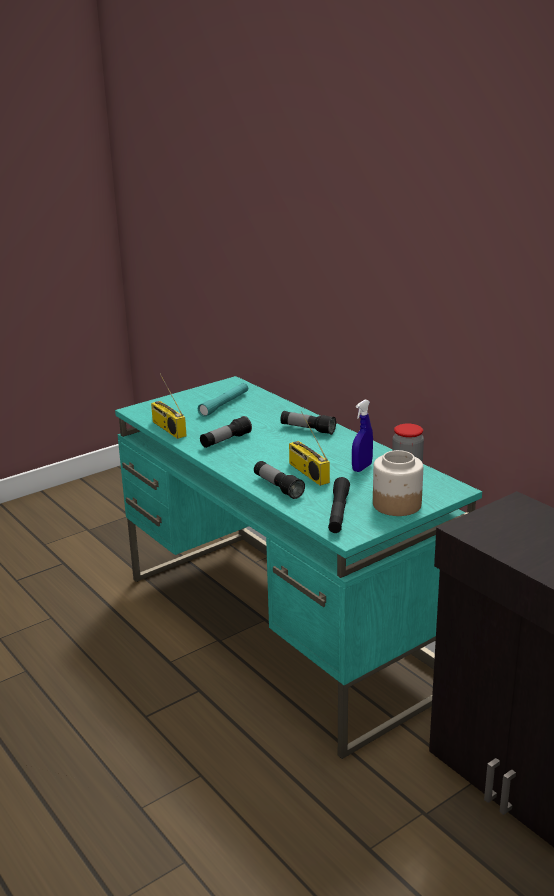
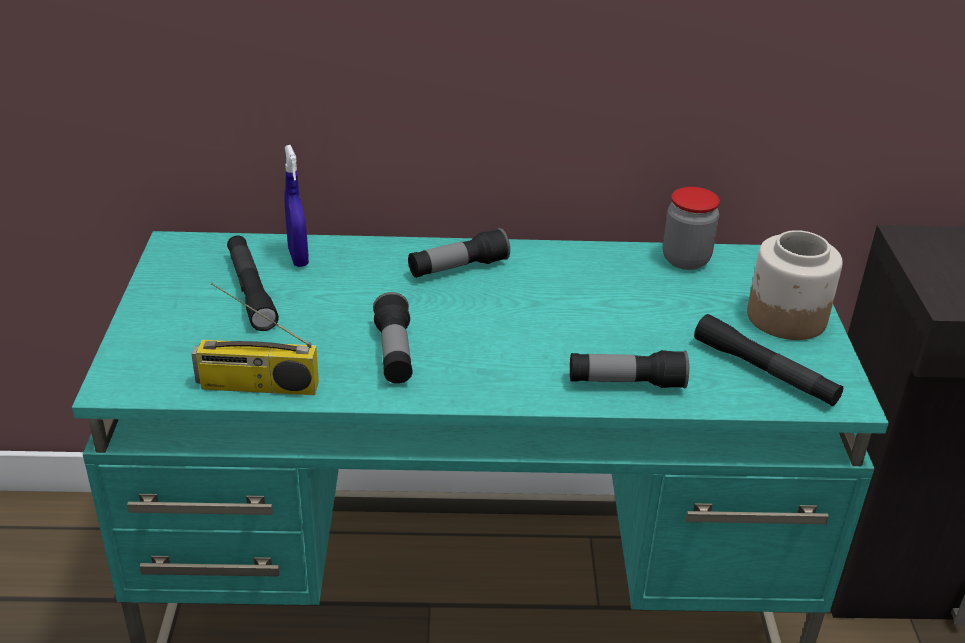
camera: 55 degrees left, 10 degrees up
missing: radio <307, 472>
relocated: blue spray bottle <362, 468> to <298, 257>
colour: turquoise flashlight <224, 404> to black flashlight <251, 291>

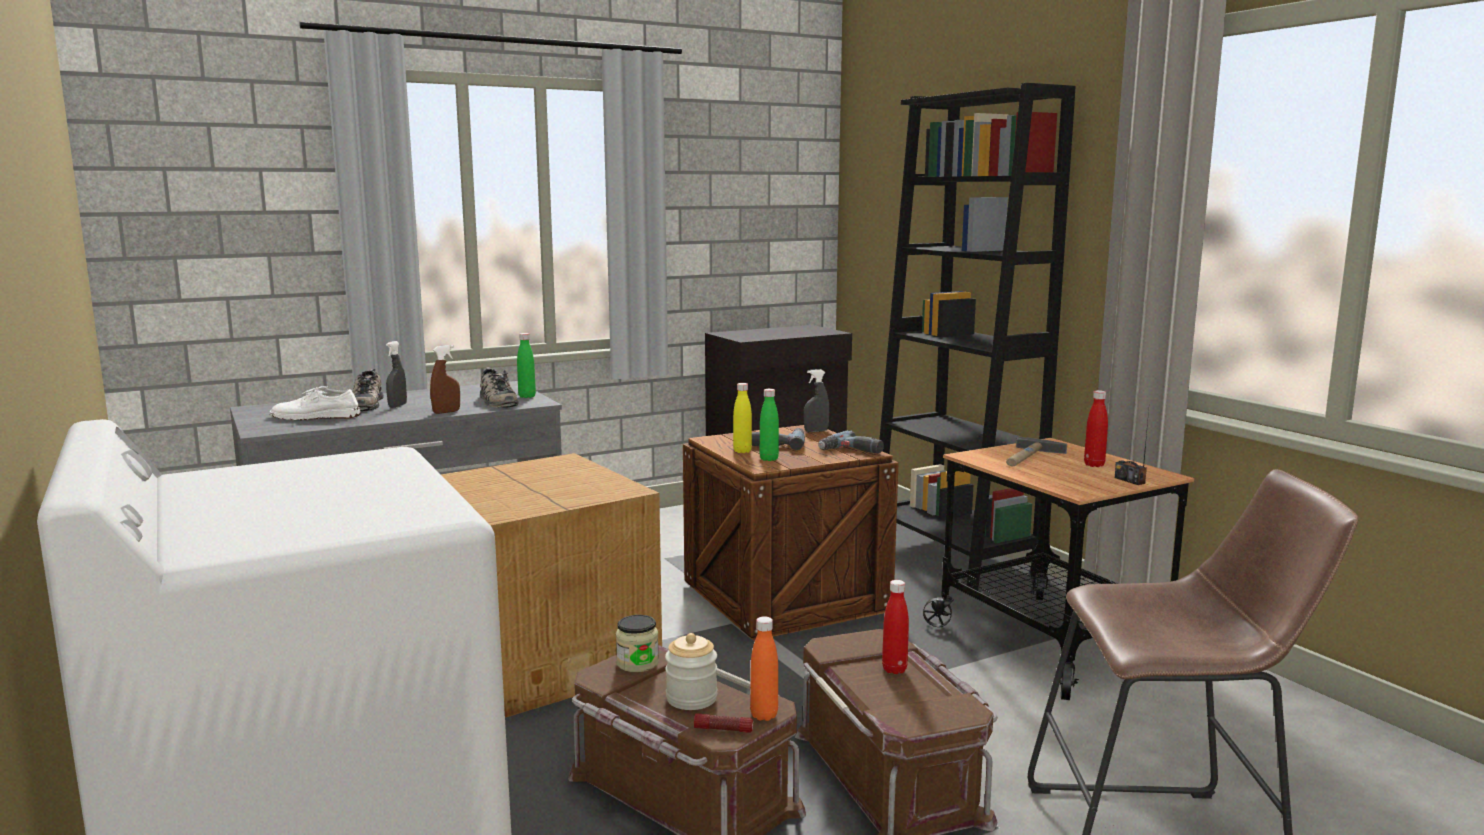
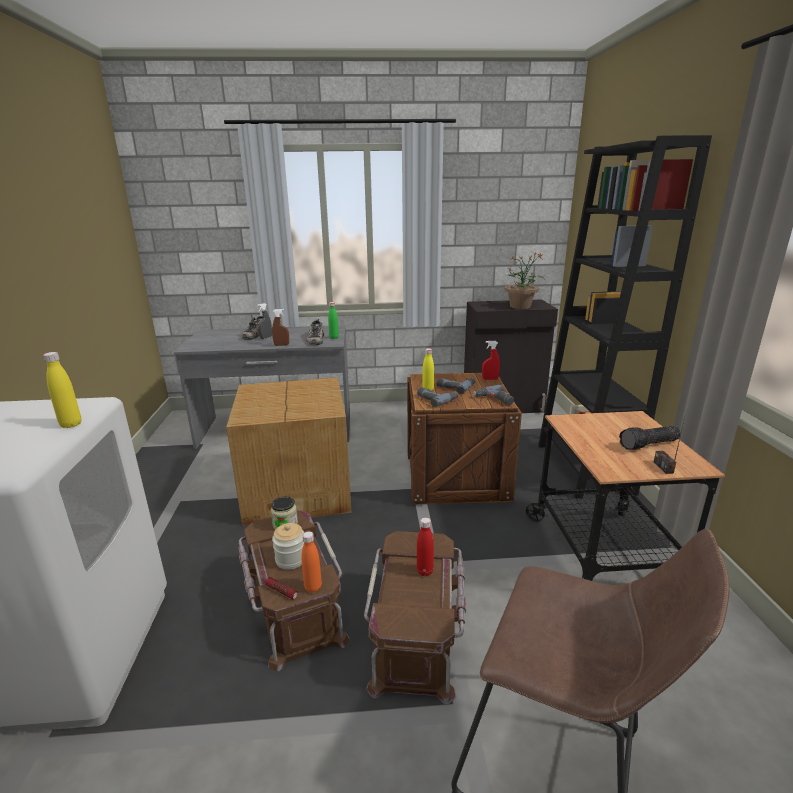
camera: 25 degrees right, 10 degrees up
missing: white shoe <315, 417>; hammer <1029, 458>
appeared: yellow bottle <71, 424>; potted plant <520, 306>
exchanged: green bottle <769, 459> to power drill <436, 399>; red bottle <1094, 465> to flashlight <649, 445>
colour: grey spray bottle <816, 431> to red spray bottle <490, 379>

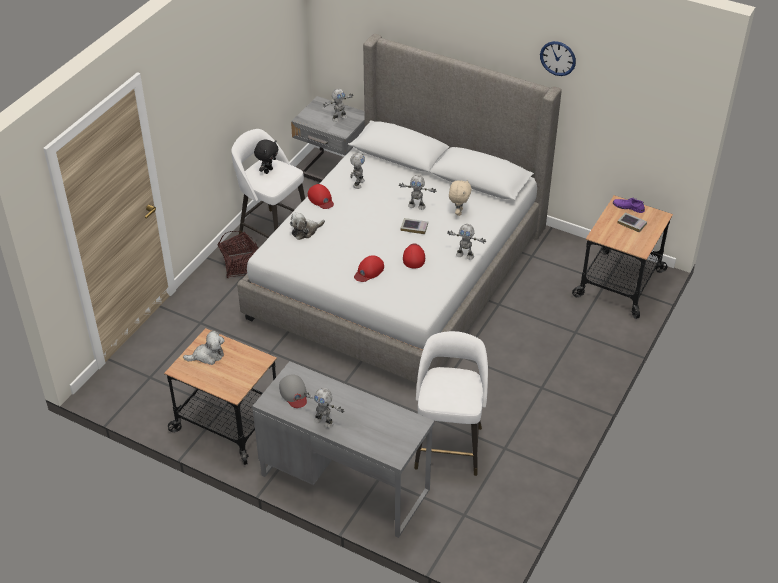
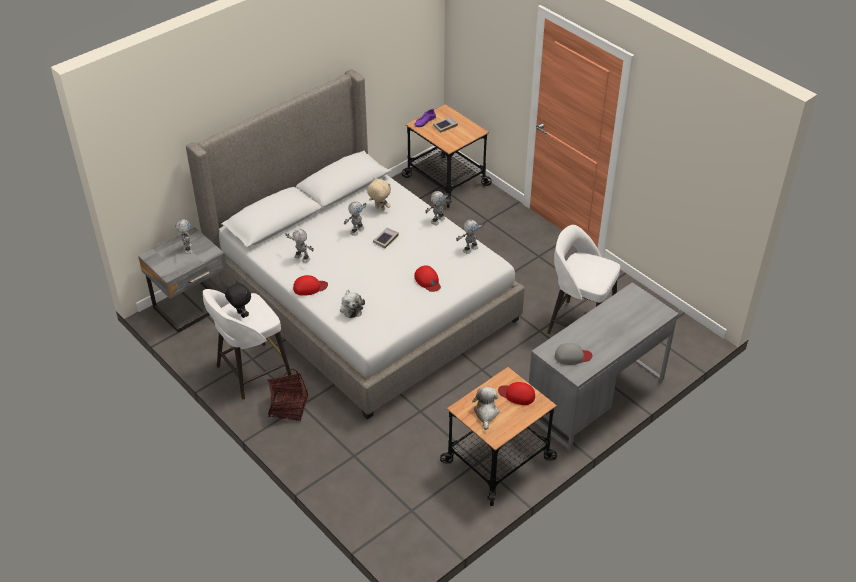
camera: 70 degrees left, 0 degrees up
missing: wall clock <558, 58>
relocated: toy robot <324, 421> to <470, 249>; red cap <414, 257> to <517, 394>

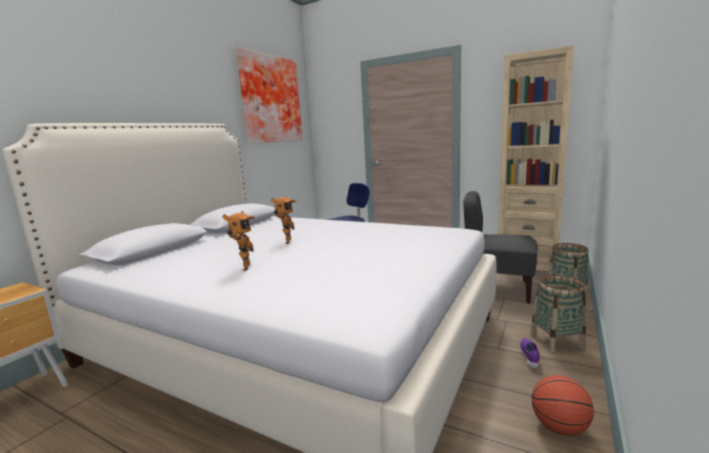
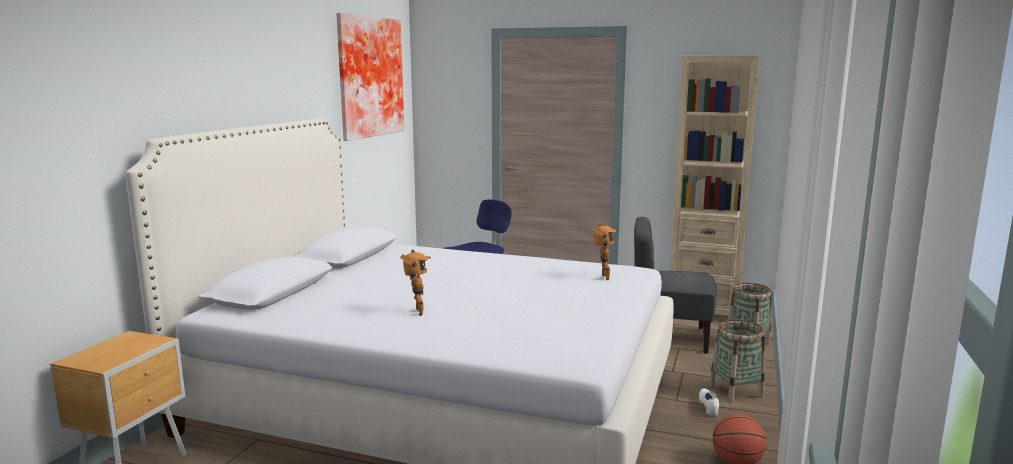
camera: 10 degrees left, 0 degrees up
relocated: toy robot <286, 242> to <603, 277>
colour: purple shoe <530, 357> to white shoe <709, 407>

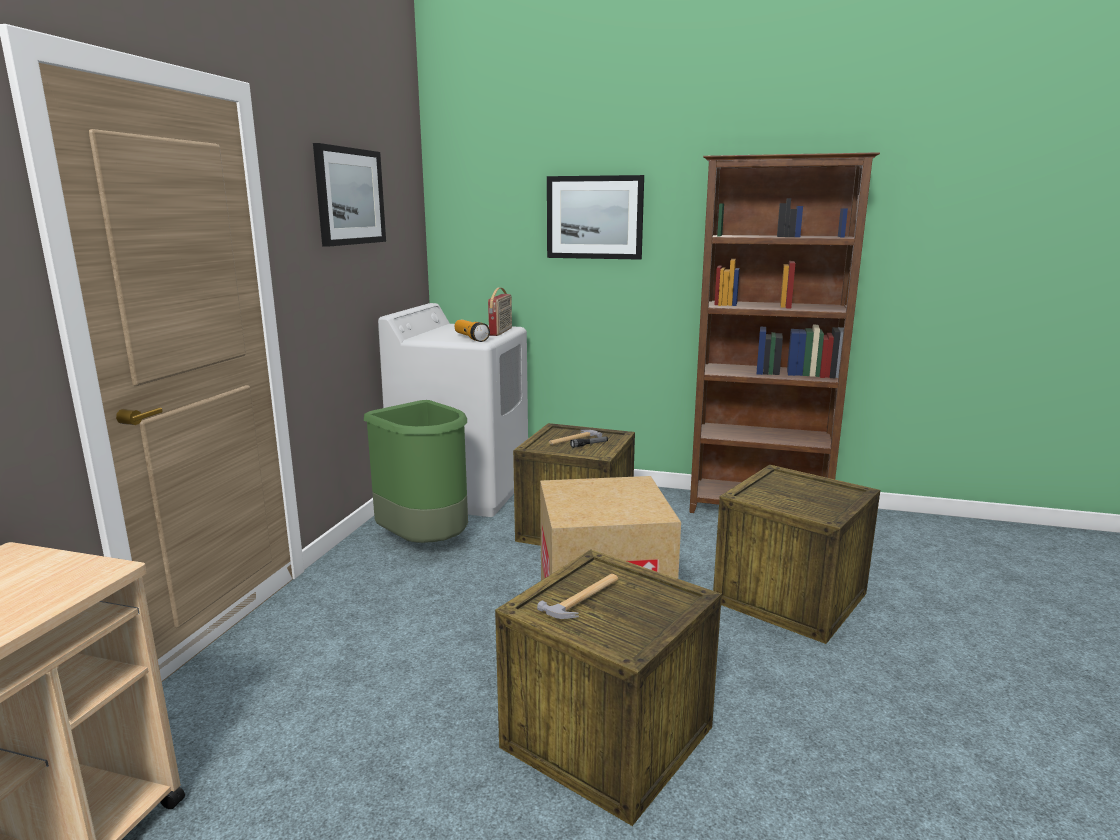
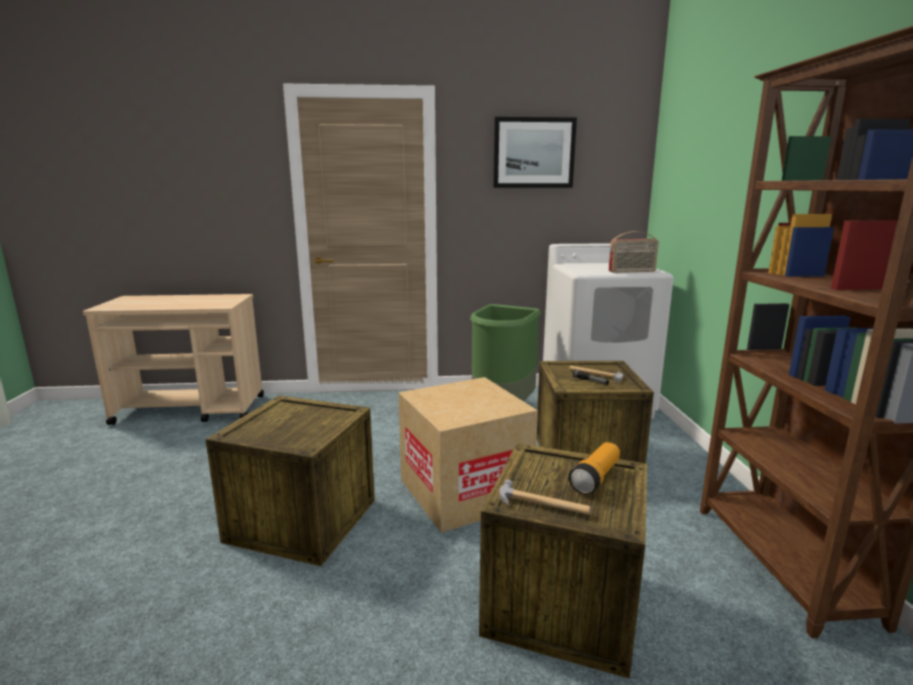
camera: 70 degrees right, 0 degrees up
missing: picture <594, 217>
relocated: hammer <584, 598> to <542, 504>; flashlight <471, 338> to <595, 478>

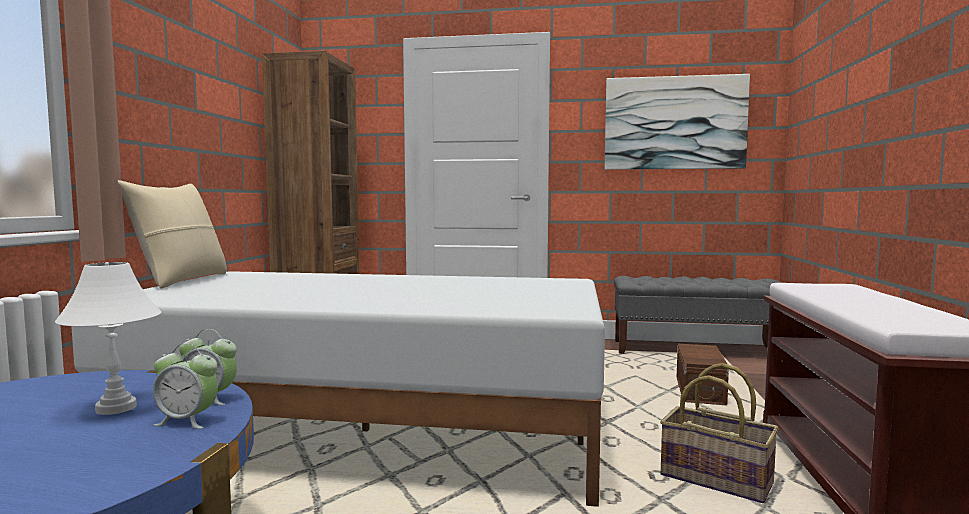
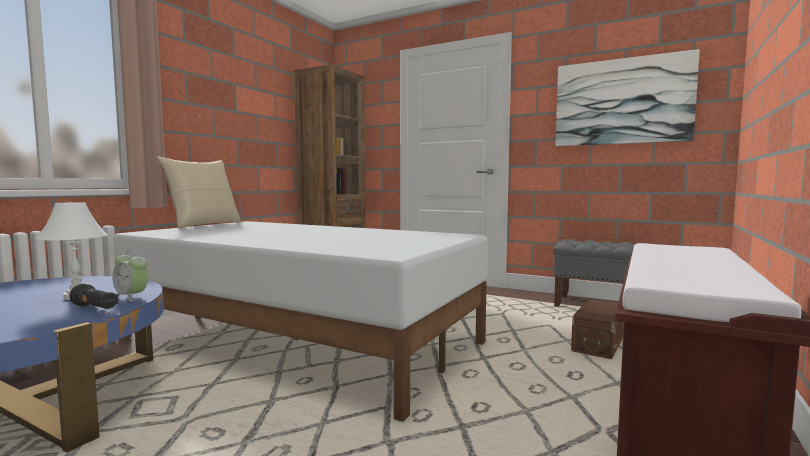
camera: 20 degrees right, 0 degrees up
missing: basket <717, 479>
exchanged: alarm clock <187, 421> to black flashlight <95, 308>

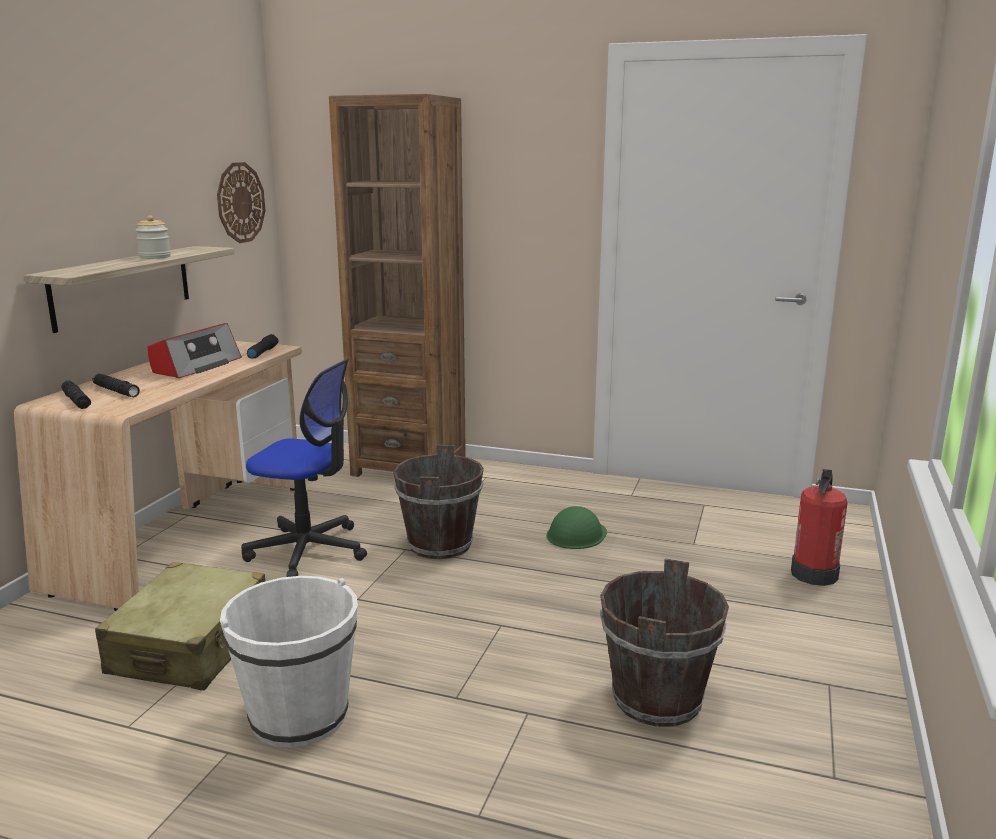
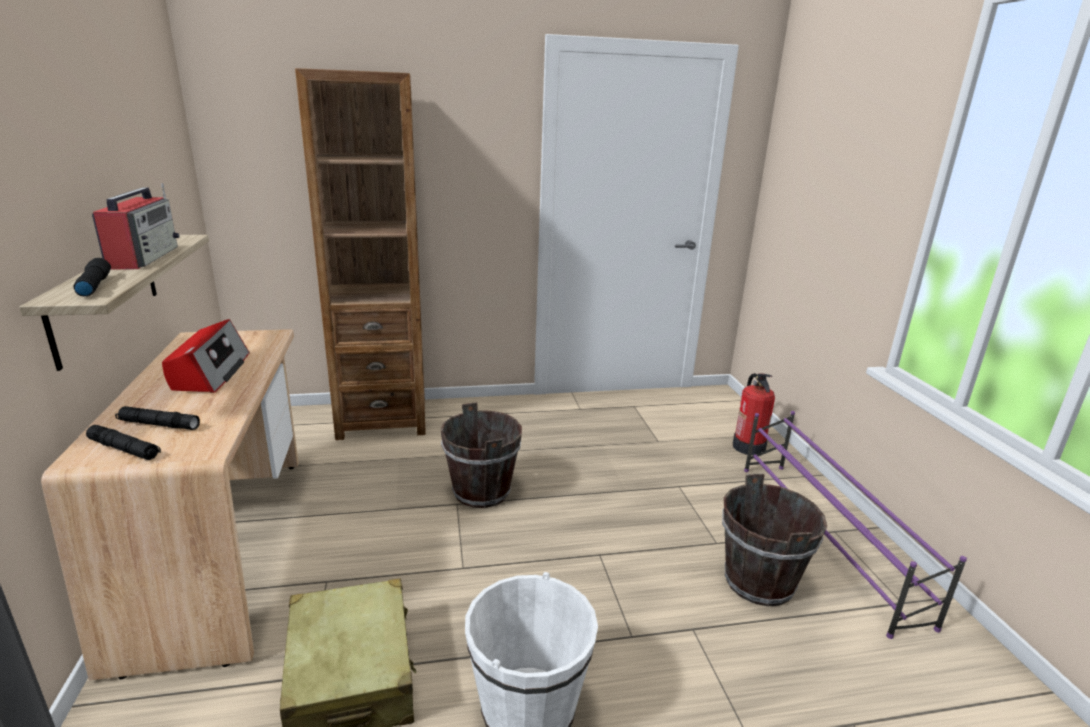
camera: 30 degrees left, 5 degrees up
missing: wall clock <240, 202>; office chair <308, 551>; green hard hat <576, 534>
appeared: purple shoe rack <825, 538>
relocated: black flashlight <262, 352> to <93, 286>
exchanged: jar <155, 257> to radio <144, 257>

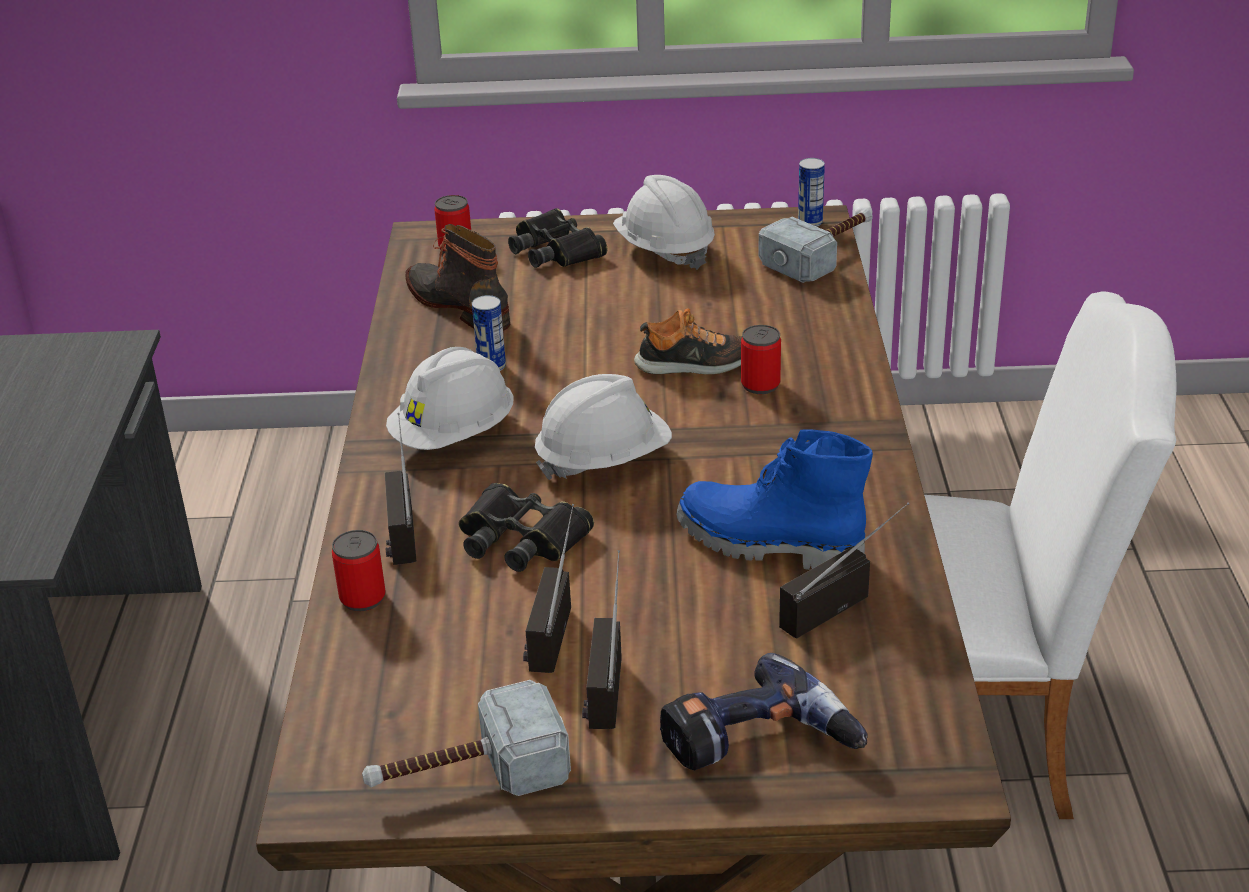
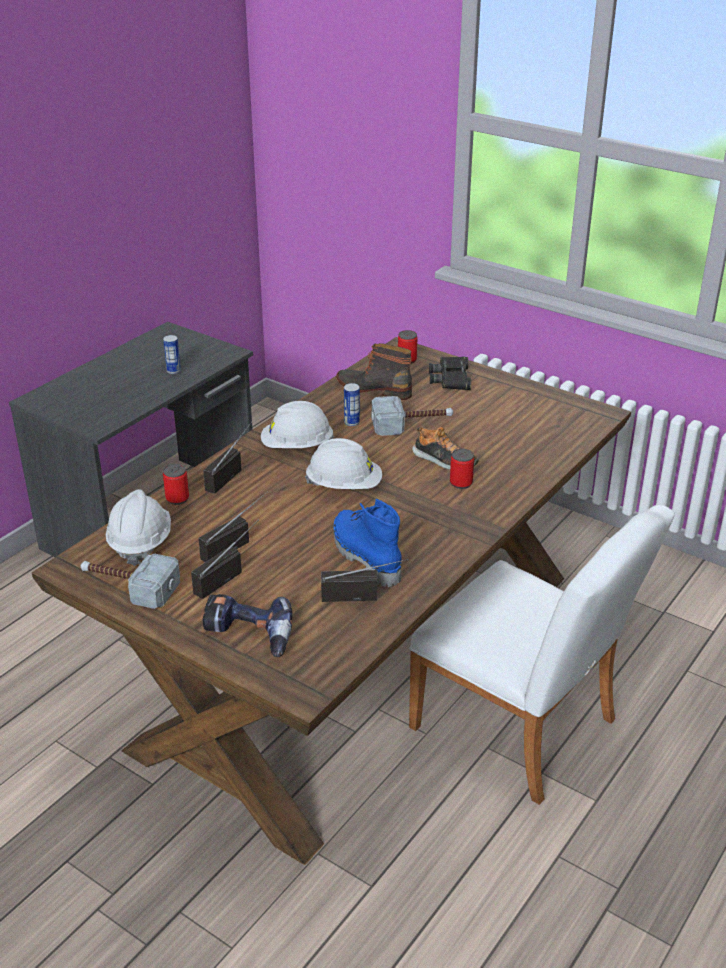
camera: 35 degrees right, 0 degrees up
missing: black binoculars <521, 538>
relocated: white hard hat <664, 251> to <140, 543>; can <810, 222> to <173, 371>; hammer <824, 254> to <412, 425>
spun: boot <461, 305> = <375, 388> 60 degrees counterclockwise

